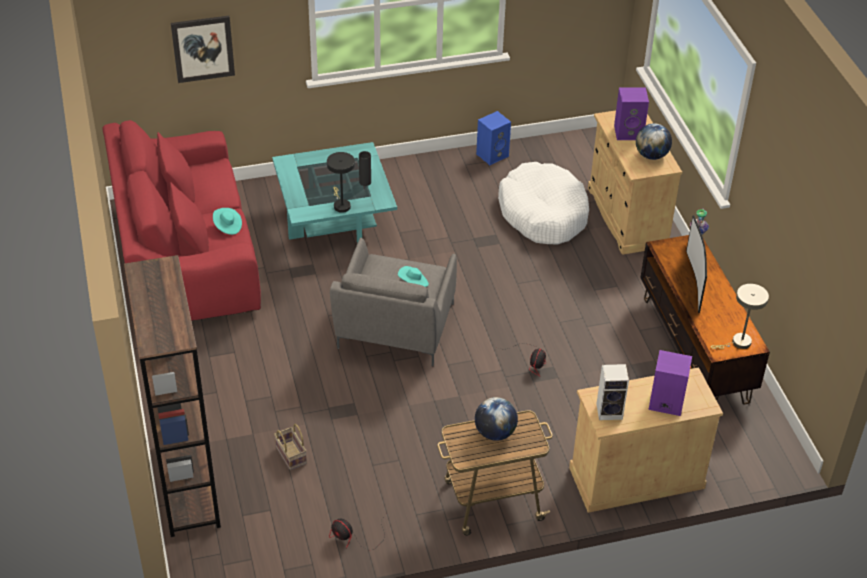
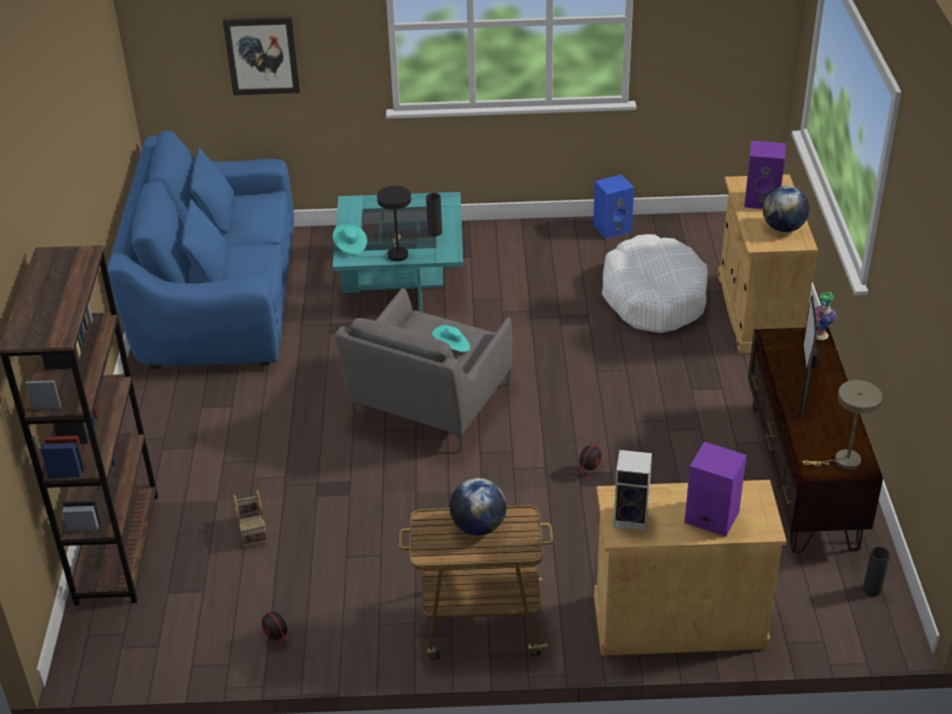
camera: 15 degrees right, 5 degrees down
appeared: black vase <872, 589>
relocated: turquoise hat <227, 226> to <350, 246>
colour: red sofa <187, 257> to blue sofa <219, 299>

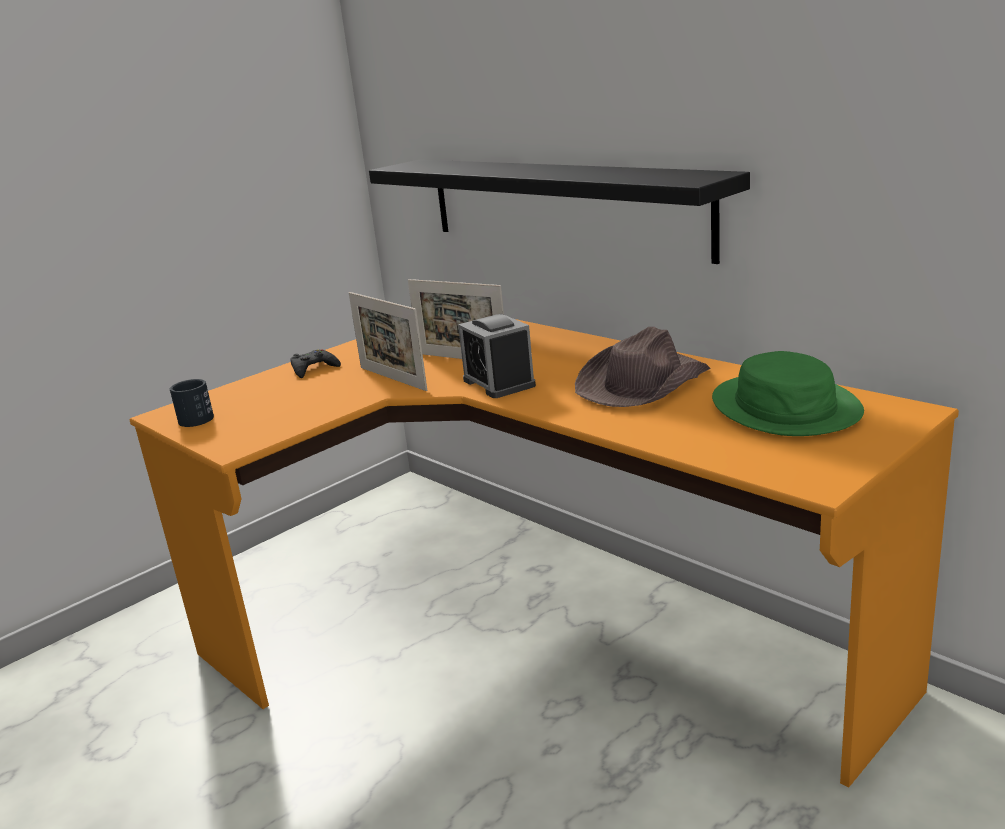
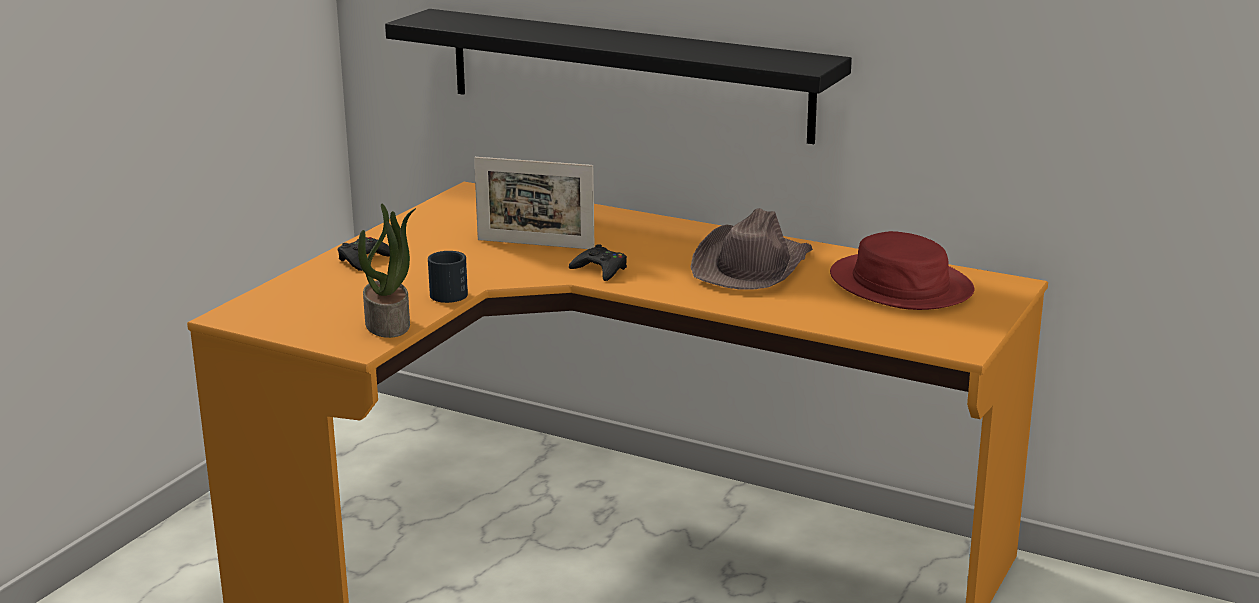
camera: 20 degrees left, 0 degrees up
missing: picture frame <392, 378>
appeared: potted plant <389, 324>
relocated: black mug <199, 416> to <447, 292>
exchanged: alarm clock <499, 383> to black game controller <600, 270>
colour: green hat <785, 407> to red hat <901, 284>

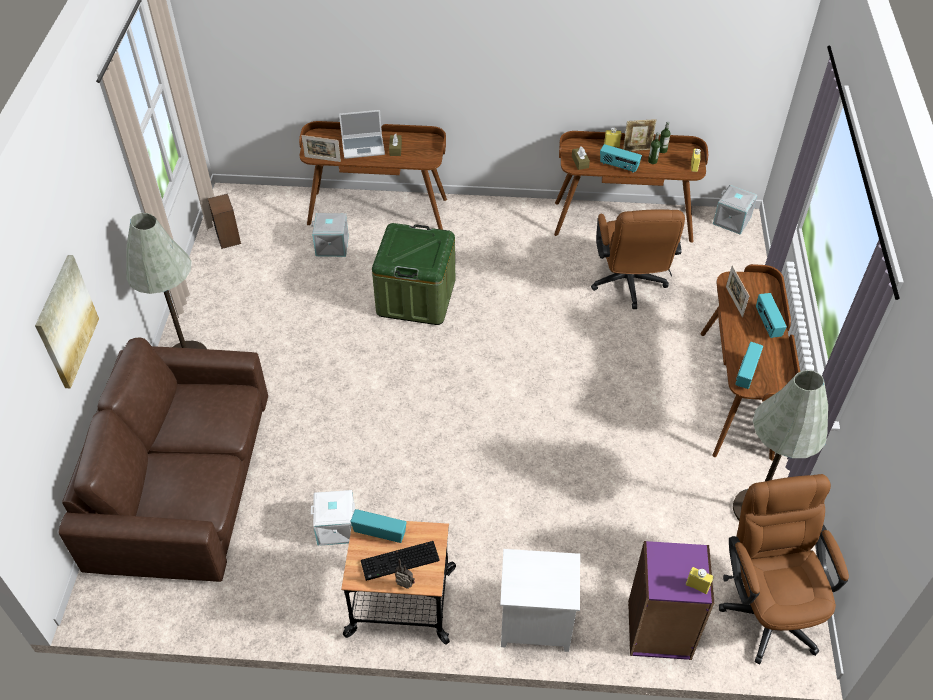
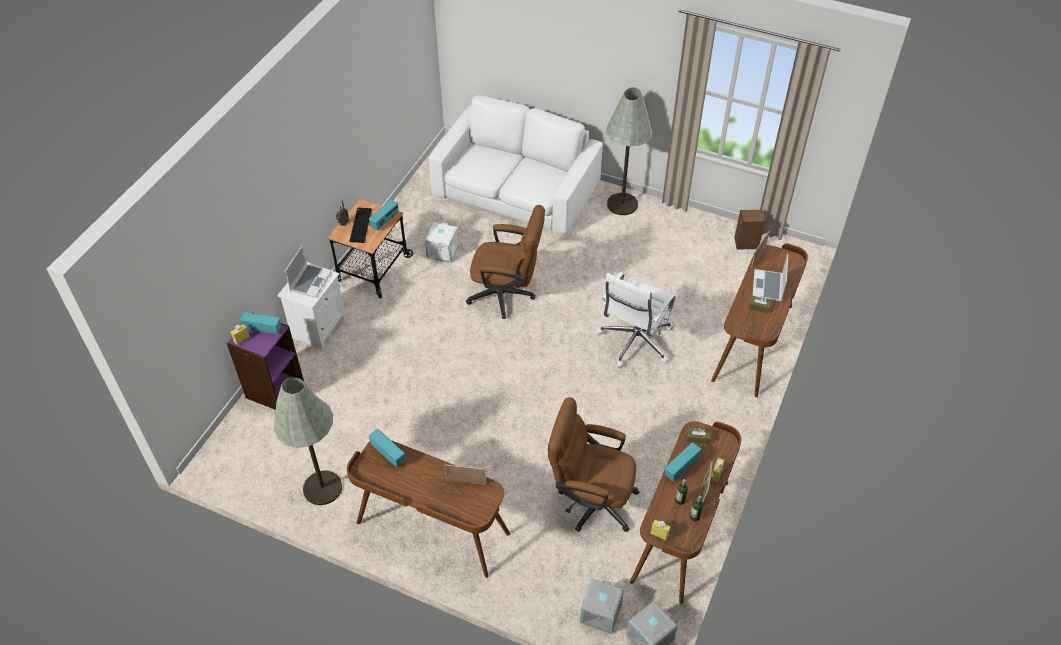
camera: 110 degrees right, 0 degrees up
missing: picture <66, 321>
appeared: laptop <310, 281>
relocated: radio <767, 323> to <263, 329>; brown office chair <767, 606> to <507, 295>; grey storage box <332, 245> to <601, 614>
exchanged: green storage box <416, 297> to white office chair <634, 342>
colour: brown sofa <184, 481> to white sofa <516, 190>

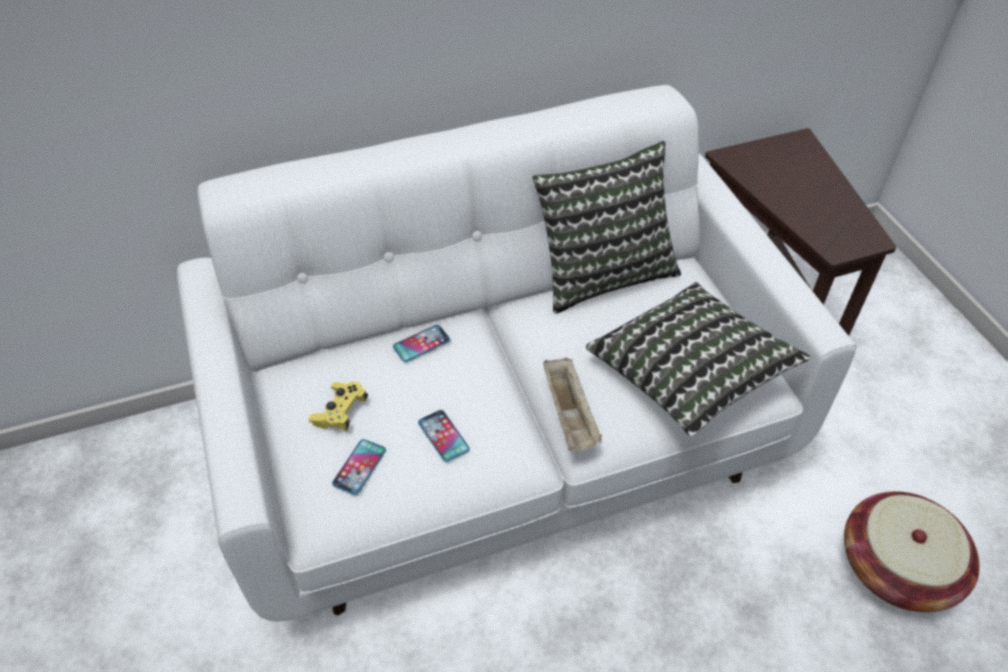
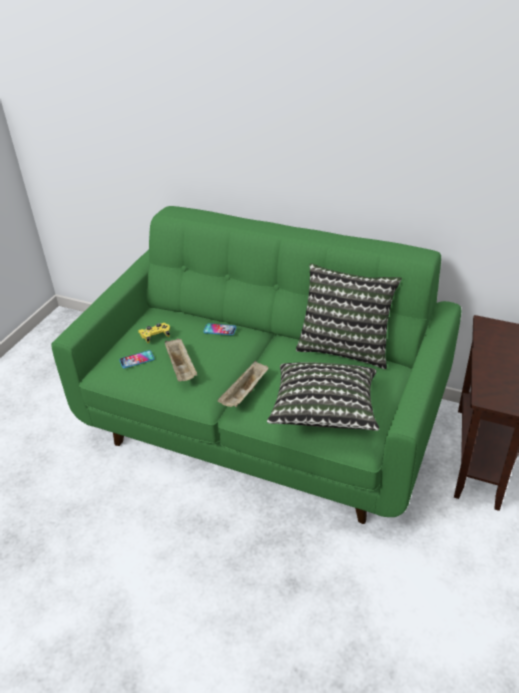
camera: 45 degrees right, 10 degrees down
missing: basket <896, 567>
exchanged: phone <443, 436> to beige tray <182, 368>
colour: white sofa <504, 438> to green sofa <264, 424>

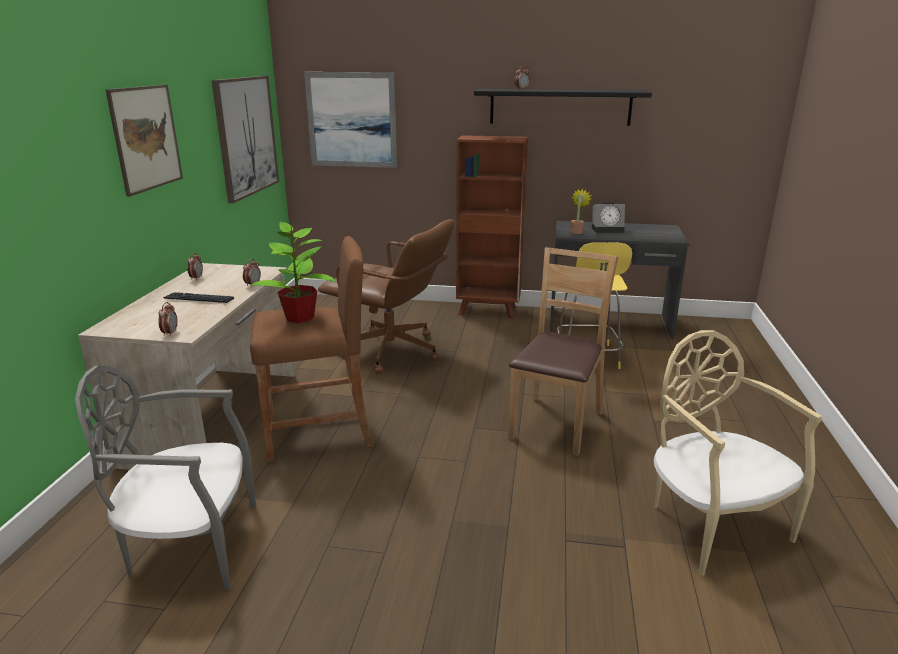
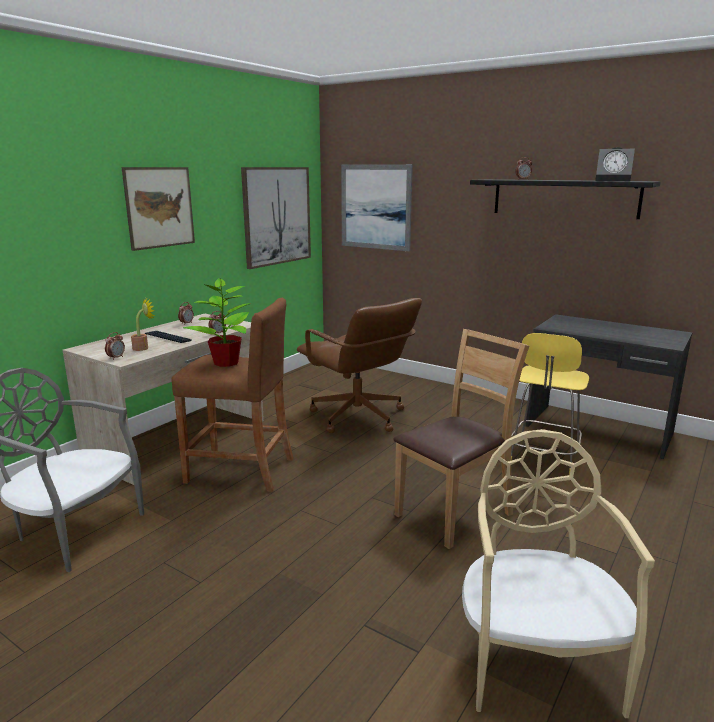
camera: 25 degrees right, 5 degrees down
missing: brown bookcase <488, 311>
relocated: potted plant <577, 231> to <143, 348>; alarm clock <608, 229> to <614, 180>

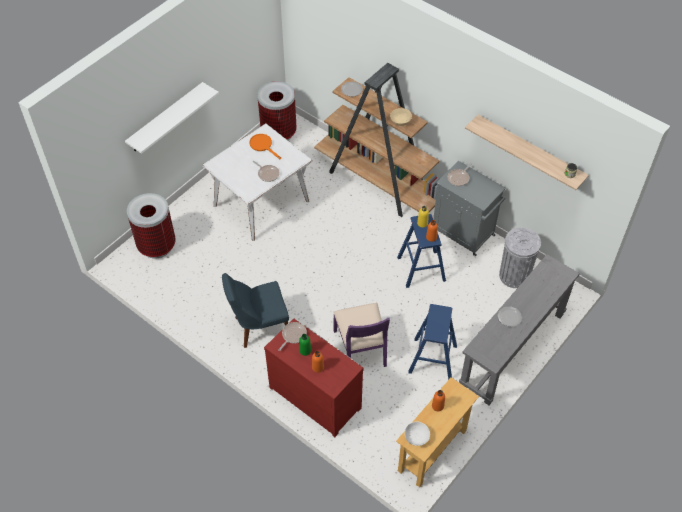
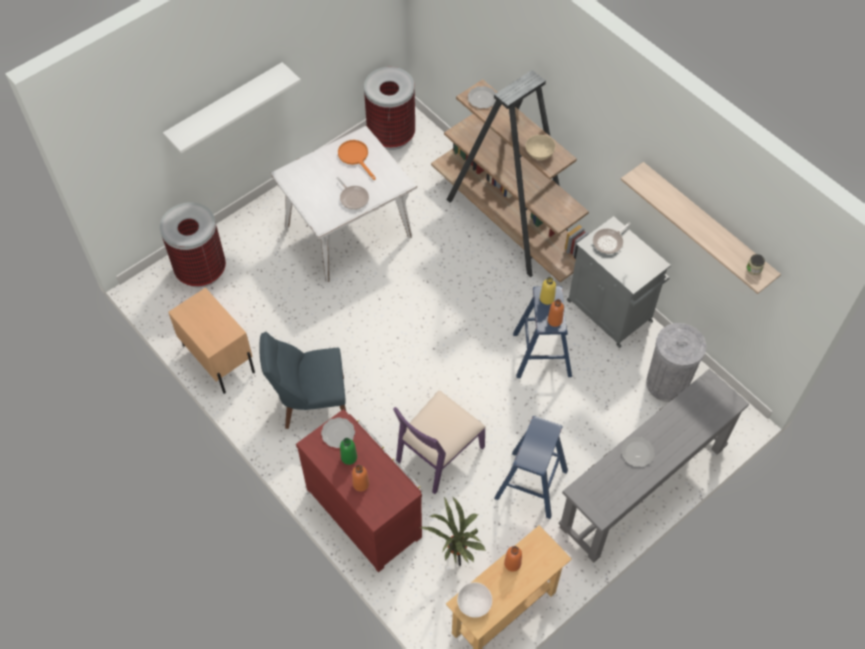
camera: 10 degrees right, 5 degrees up
appeared: beige nightstand <218, 358>; potted plant <456, 557>
exchanged: frying pan <293, 335> to plate <337, 433>
spun: purple chair <361, 348> = <438, 454> 45 degrees clockwise

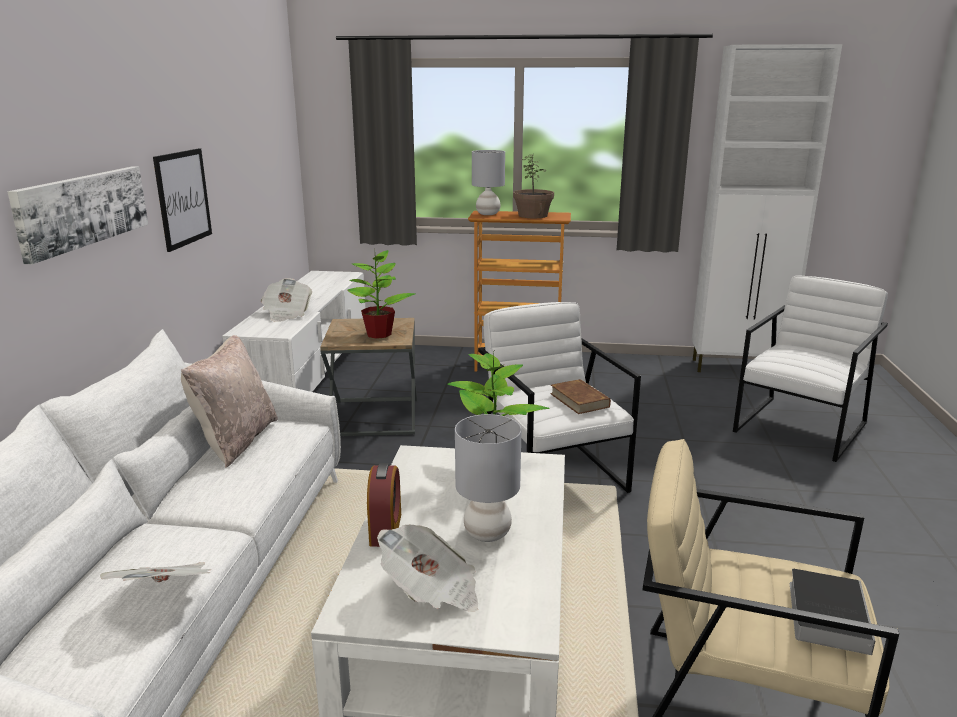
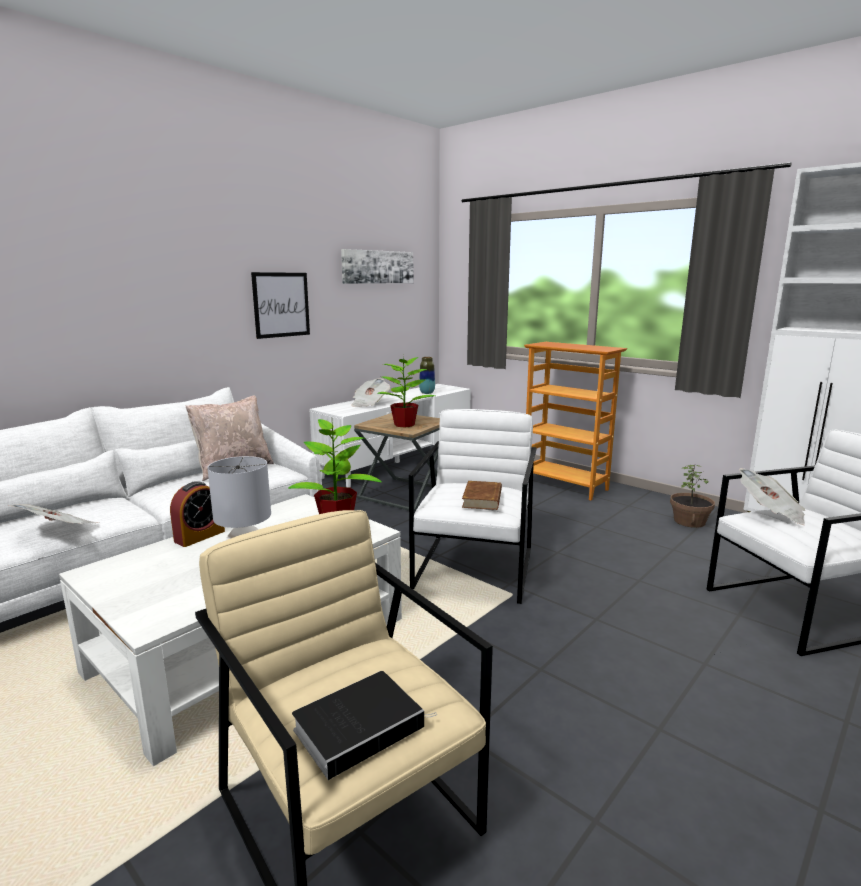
camera: 35 degrees right, 5 degrees down
missing: grey table lamp <488, 214>
appeared: vase <427, 393>
relocated: picture <83, 210> to <377, 267>; potted plant <533, 215> to <690, 521>; newspaper <432, 591> to <770, 512>

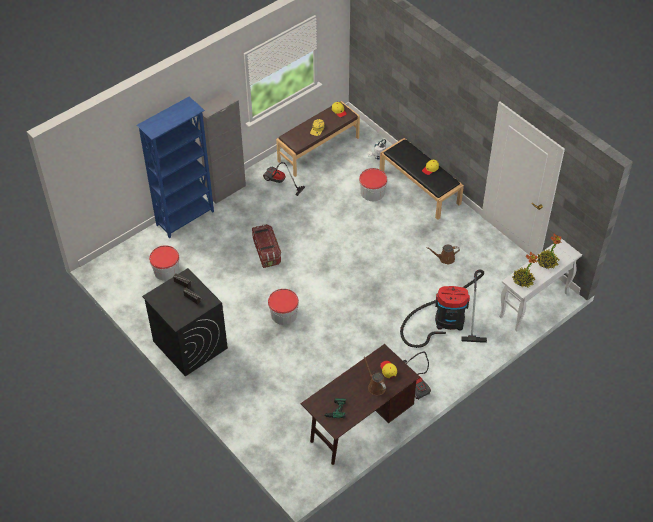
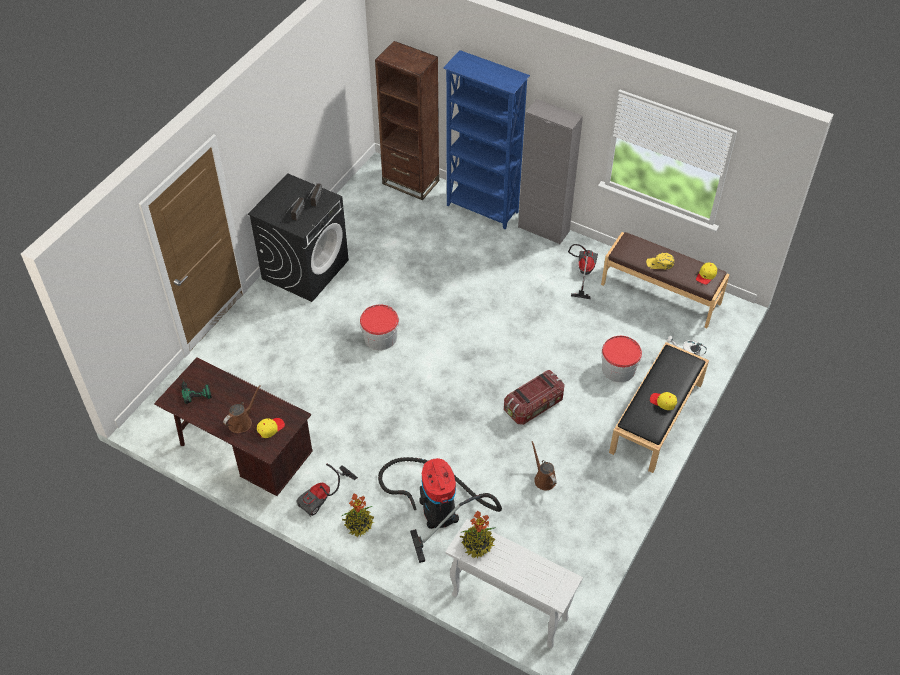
camera: 70 degrees right, 0 degrees up
missing: bucket <166, 270>
appeared: brown bookcase <410, 182>
relocated: potted plant <546, 262> to <359, 524>; storage box <266, 252> to <534, 406>

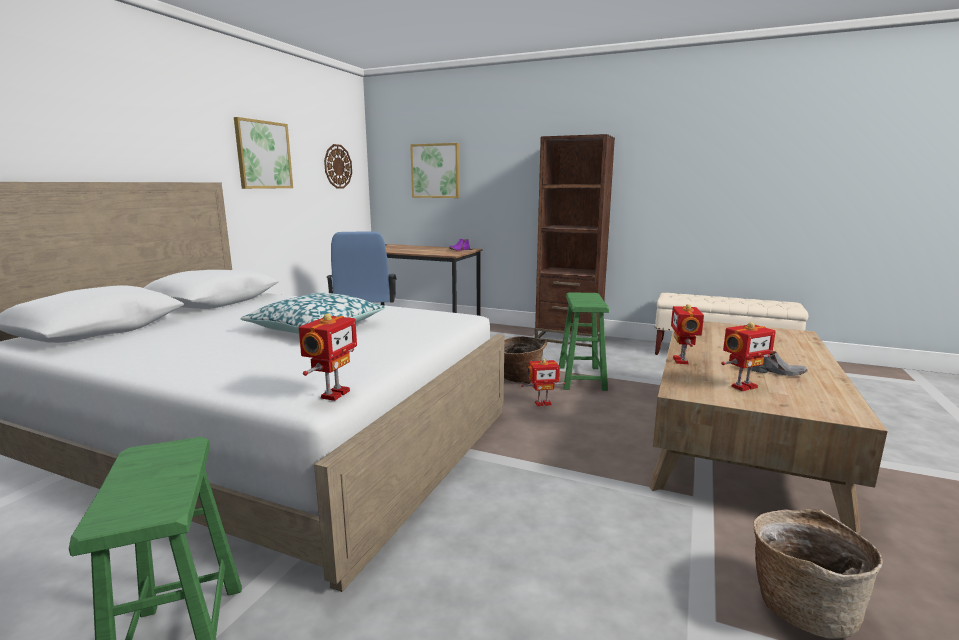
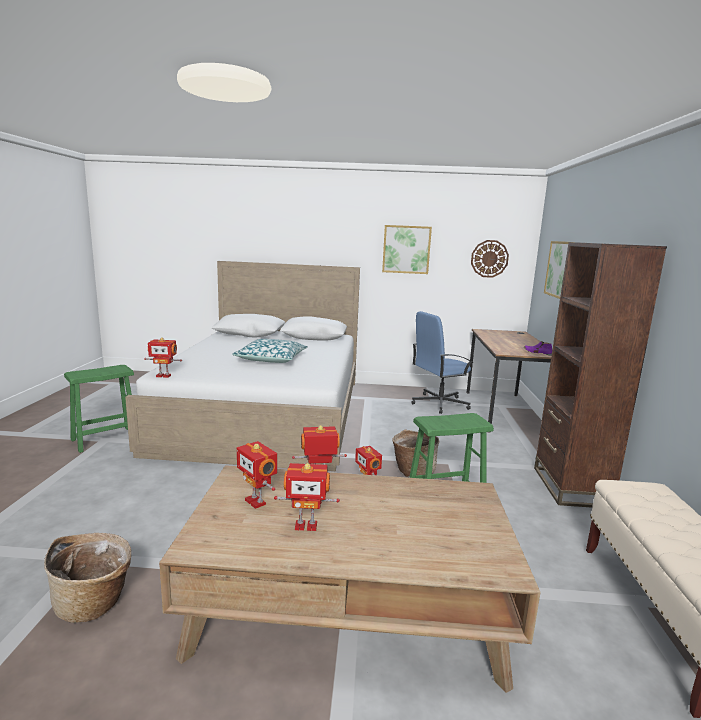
camera: 70 degrees right, 0 degrees up
exchanged: grey shoe <776, 372> to toy robot <306, 525>

